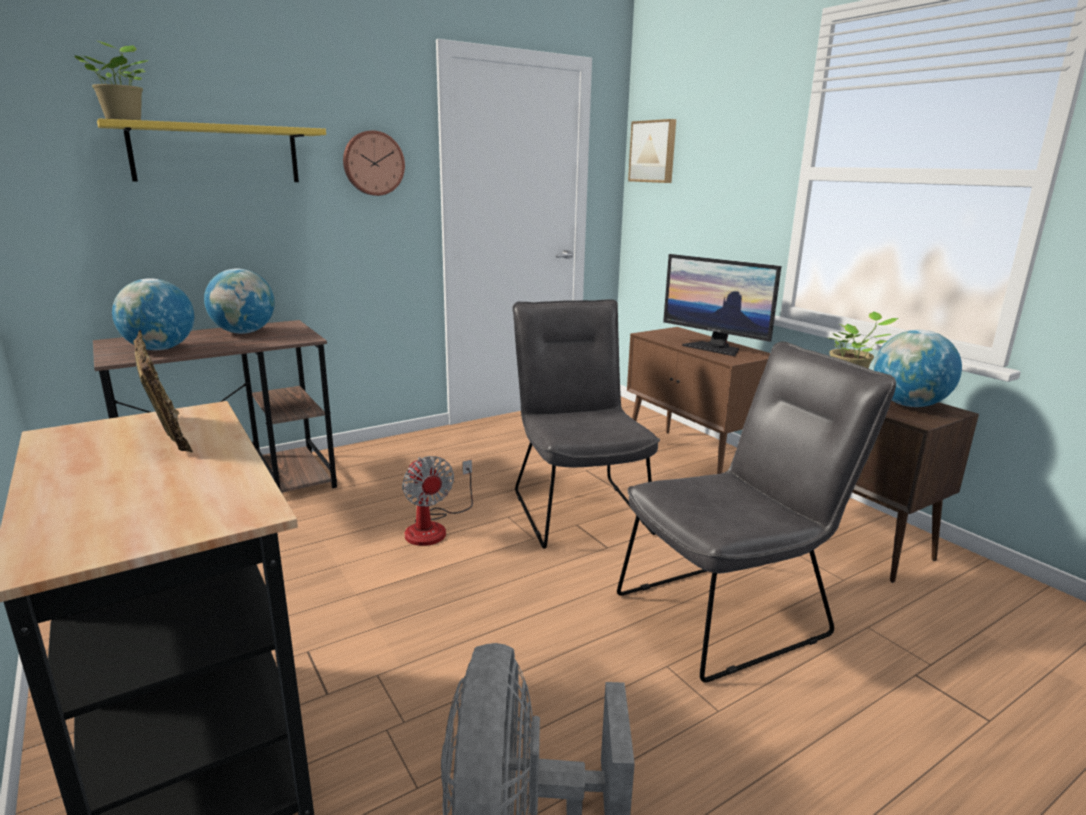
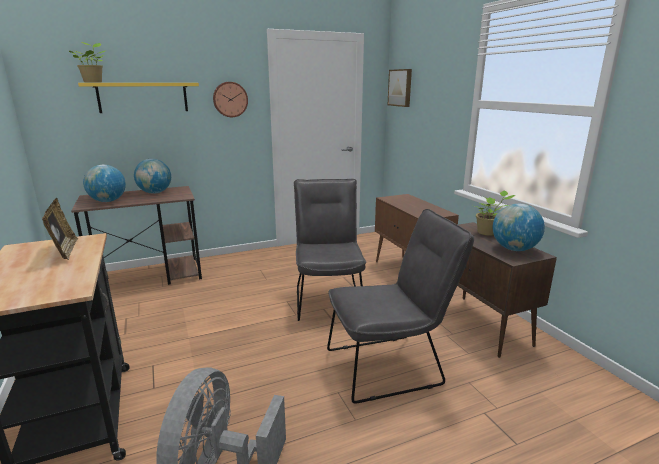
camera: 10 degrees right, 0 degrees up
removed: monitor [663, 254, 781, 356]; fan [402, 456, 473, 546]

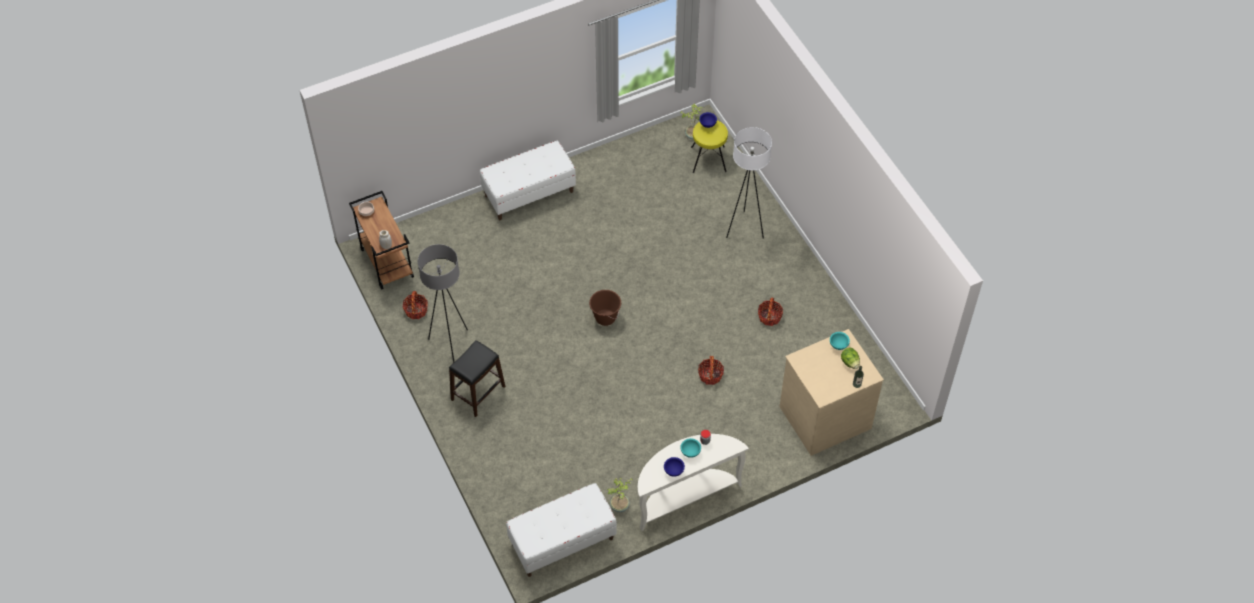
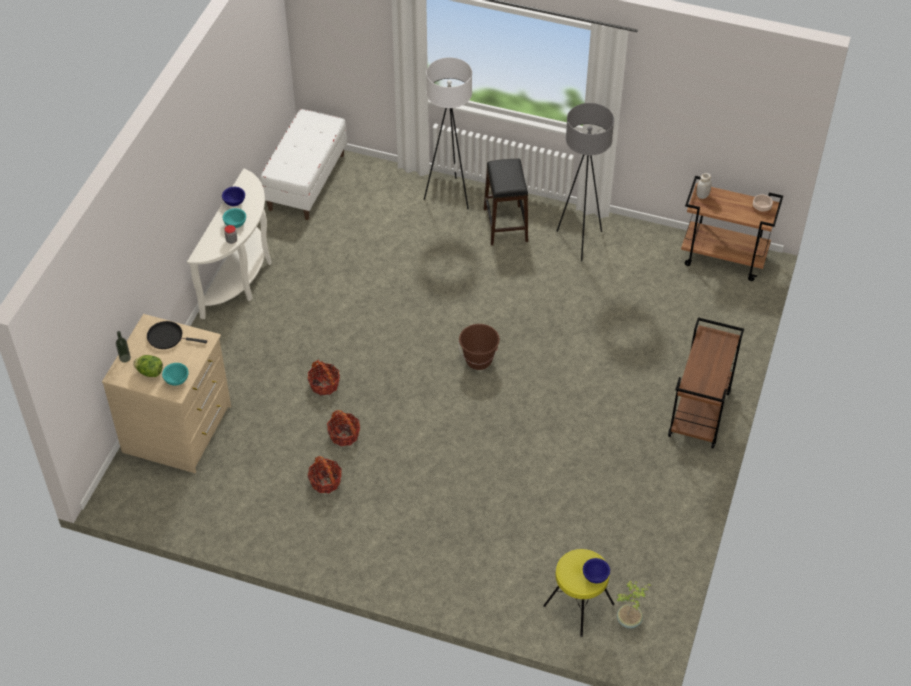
camera: 135 degrees right, 5 degrees down
removed: potted plant [607, 478, 633, 512]
added: frying pan/black [147, 321, 207, 349]
moved: floor lamp/white [726, 127, 772, 239] to [424, 57, 472, 209]; basket [403, 291, 428, 319] to [327, 410, 360, 446]
replaced: bench/white [480, 141, 576, 220] to cart/brown [668, 317, 744, 448]

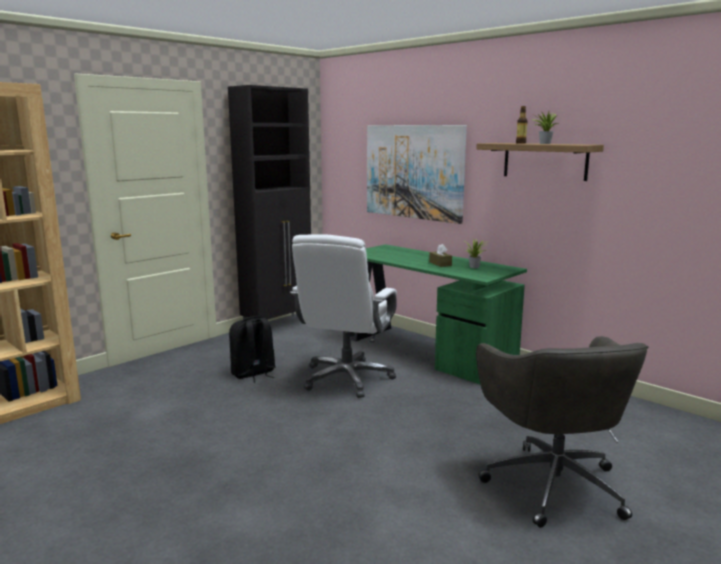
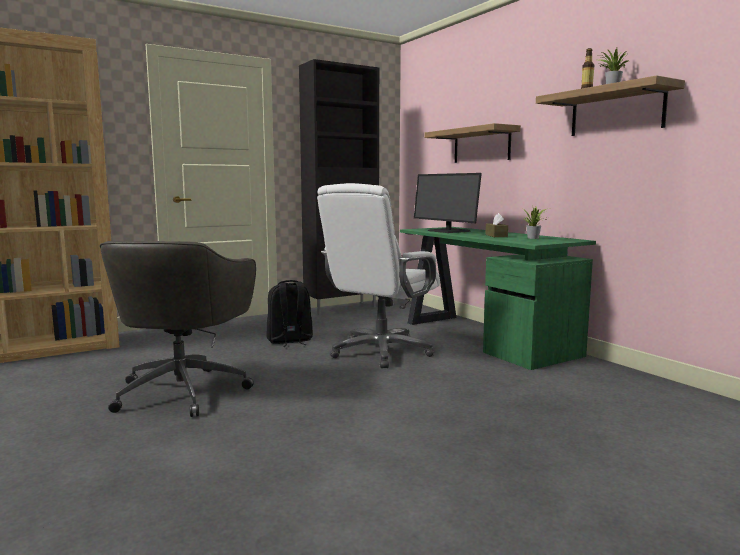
camera: 15 degrees right, 5 degrees down
added: monitor [414, 173, 482, 233]
moved: office chair/grey [476, 336, 649, 528] to [100, 241, 256, 417]
replaced: picture [367, 125, 467, 224] to shelf [424, 123, 521, 163]

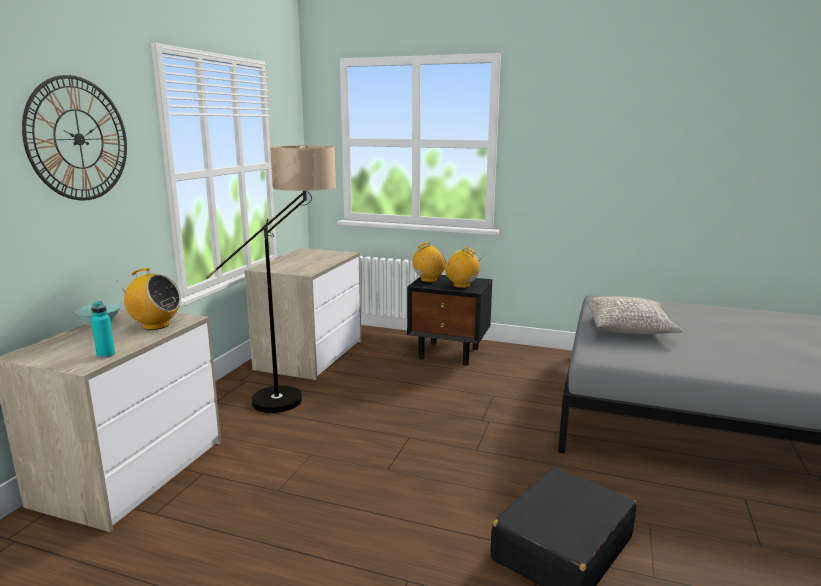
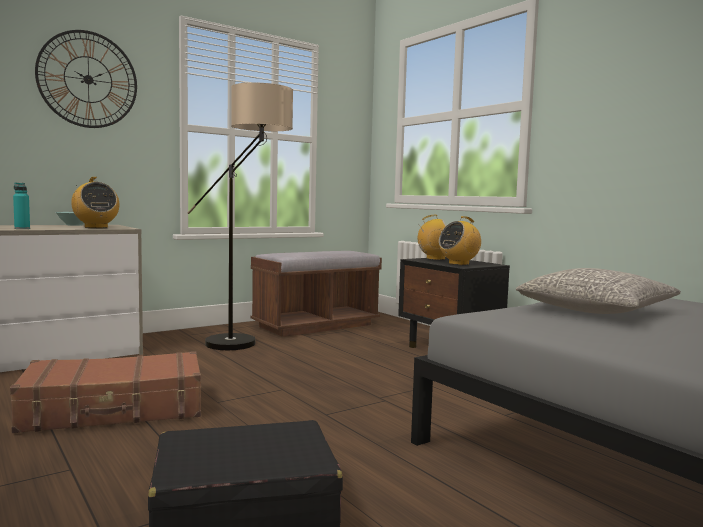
camera: 35 degrees right, 10 degrees down
added: suitcase/brown [10, 351, 201, 433]
replaced: dresser [244, 248, 361, 380] to bench/brown [250, 251, 382, 337]
turned: radio [445, 247, 484, 288] = [439, 216, 481, 265] 105 degrees counterclockwise

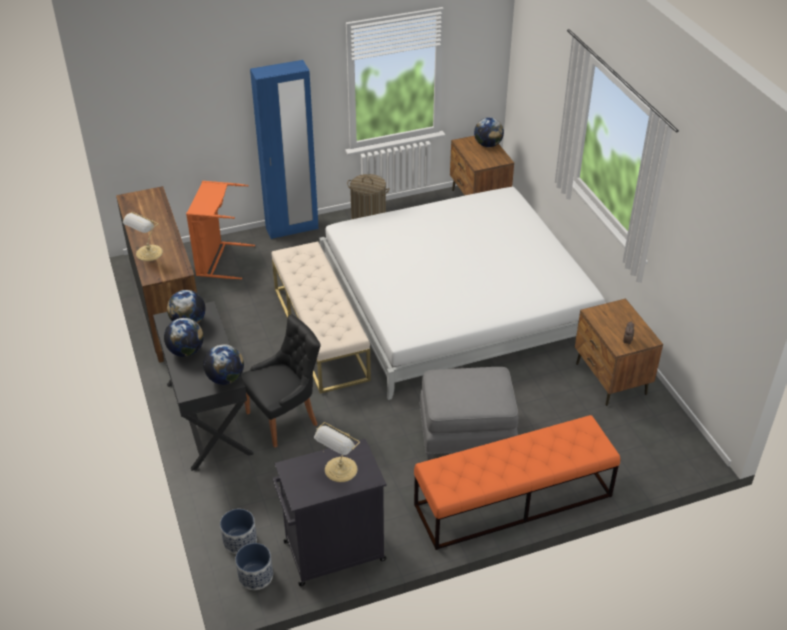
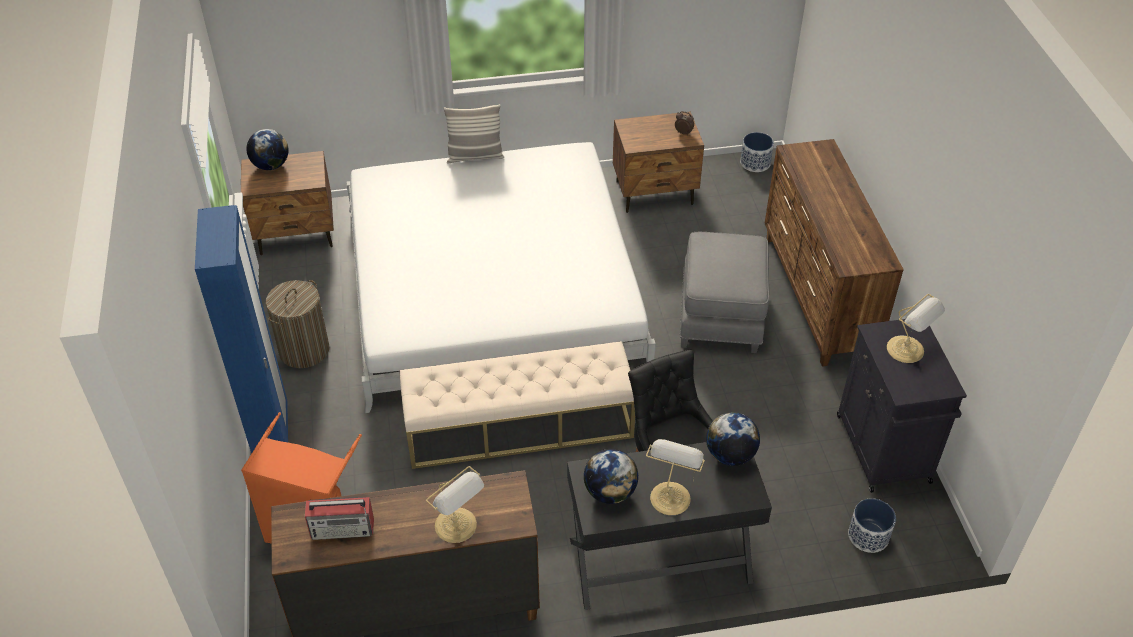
camera: 80 degrees left, 5 degrees up
added: pillow [443, 104, 504, 163]; radio [305, 497, 374, 540]
moved: planter [235, 543, 273, 590] to [740, 132, 774, 172]
replaced: globe [164, 318, 204, 357] to table lamp [646, 439, 705, 515]; bench/orange [414, 415, 620, 550] to dresser/brown [764, 139, 904, 367]

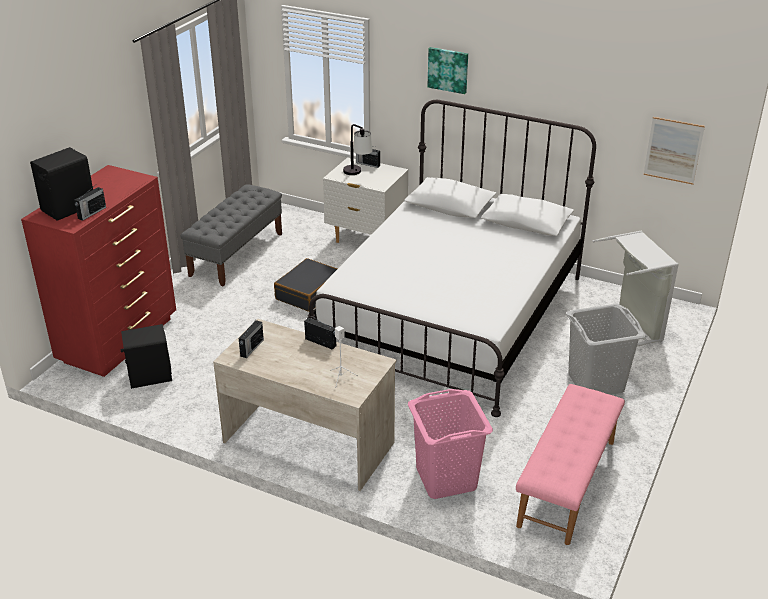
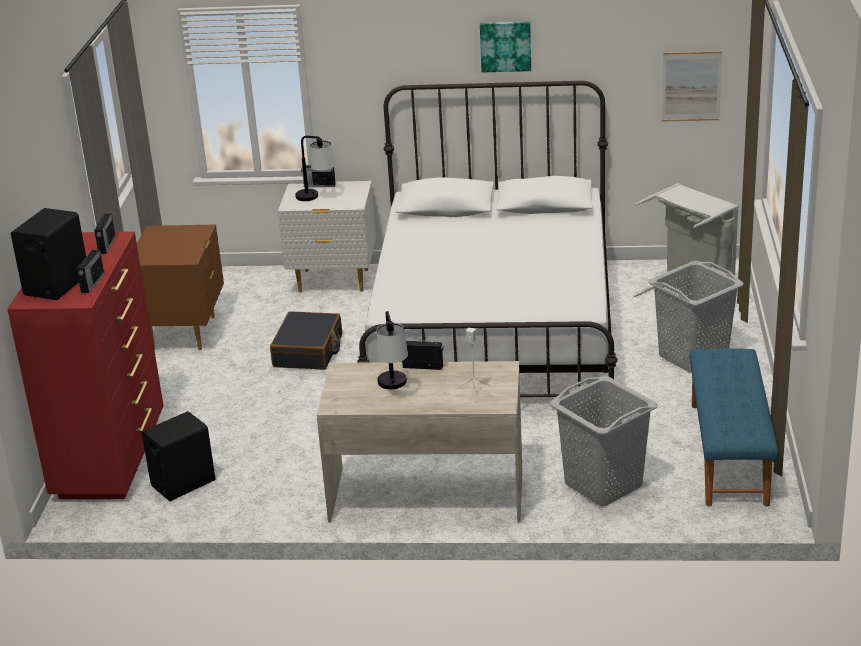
camera: 20 degrees left, 5 degrees down
added: table lamp [377, 311, 408, 389]
moved: picture [427, 47, 468, 94] to [480, 21, 531, 72]; radio [239, 318, 264, 358] to [94, 209, 116, 254]
replaced: bench/grey [180, 185, 282, 286] to nightstand/brown [137, 225, 224, 351]
recoloured: bench/pink [516, 384, 625, 545] to bench/blue [689, 348, 778, 506]; laundry basket/pink [408, 389, 493, 499] to laundry basket/grey [550, 376, 658, 506]

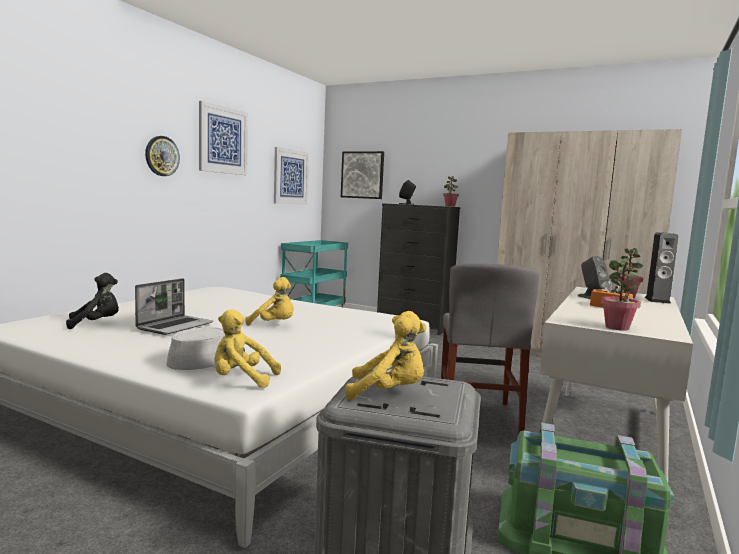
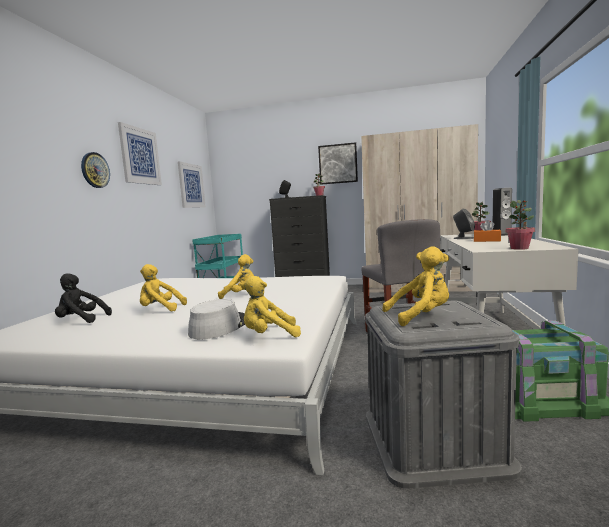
camera: 15 degrees left, 0 degrees up
moved: picture [341, 151, 384, 199] to [318, 142, 358, 185]
replaced: laptop [135, 278, 213, 335] to plush toy/yellow [140, 264, 187, 311]
turned: plush toy/black [66, 273, 119, 329] = [55, 273, 112, 323] 135 degrees counterclockwise

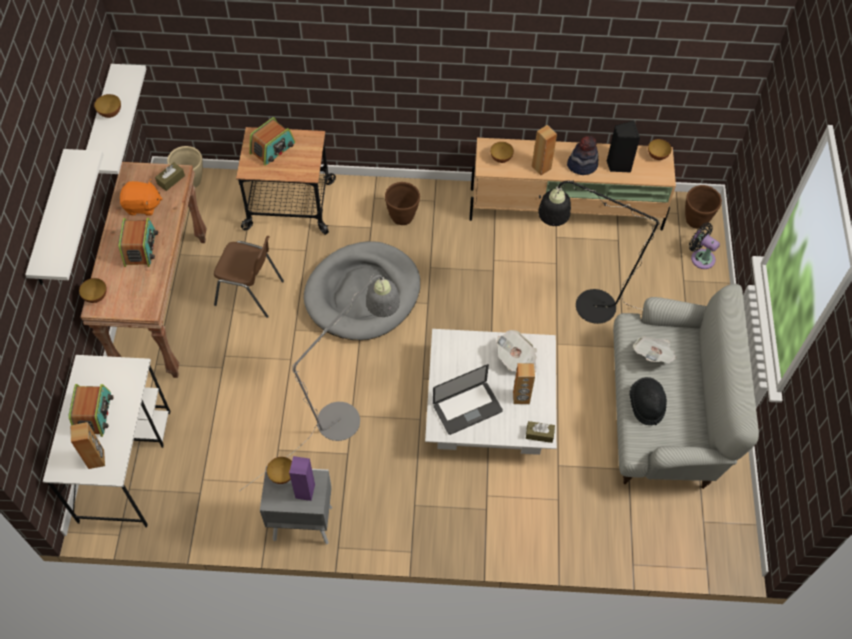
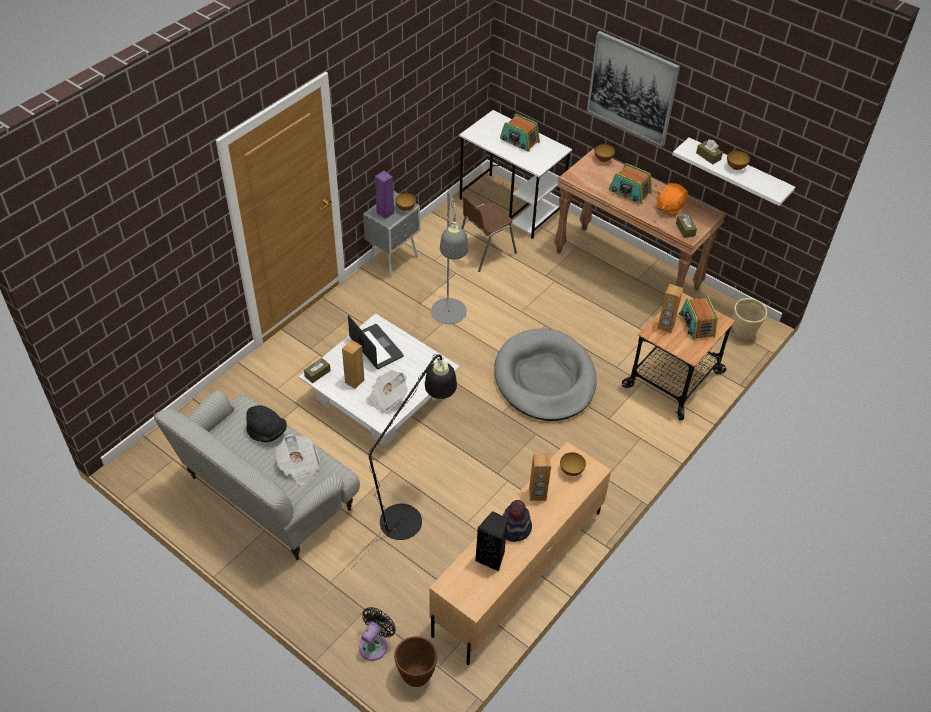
camera: 125 degrees right, 10 degrees down
removed: bowl [648, 139, 672, 160]; planter/brown [385, 182, 420, 225]
added: tissue box/brown [696, 140, 723, 164]
moved: chair/brown [214, 236, 284, 318] to [461, 196, 517, 272]; speaker/brown [70, 422, 105, 469] to [657, 284, 683, 333]
replaced: shelf/white [25, 149, 104, 285] to picture [587, 31, 680, 147]
turned: fan/black [689, 223, 720, 269] = [359, 607, 396, 661] 45 degrees counterclockwise; laptop [433, 364, 503, 435] = [348, 315, 404, 369] 135 degrees clockwise

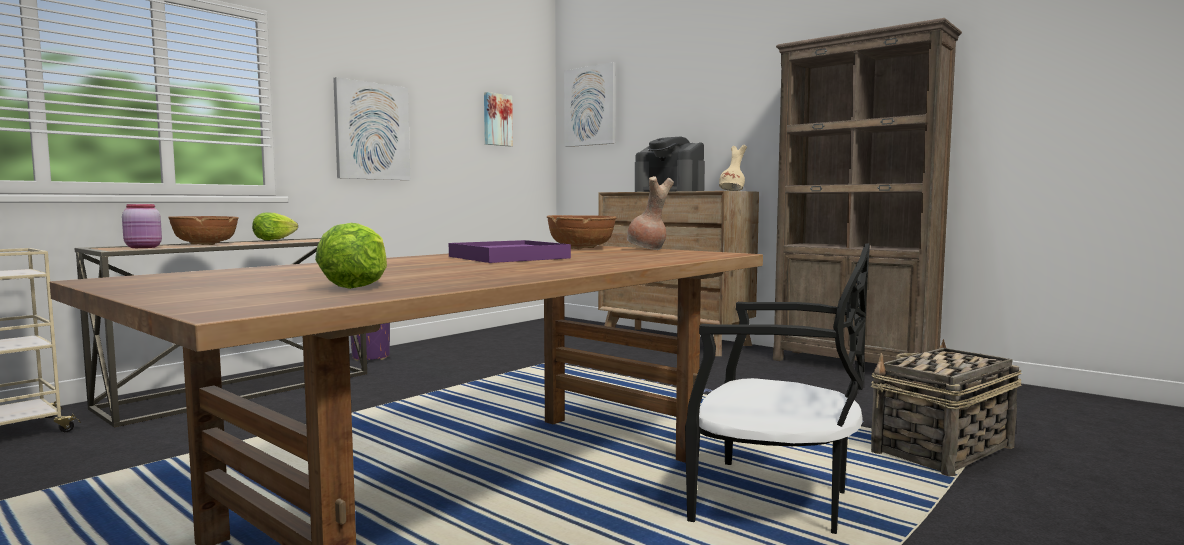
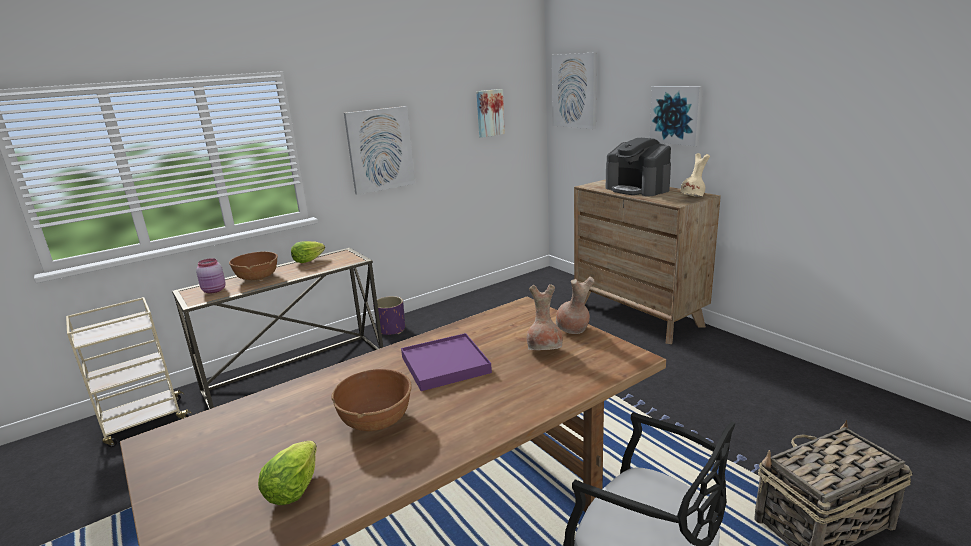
camera: 15 degrees right, 15 degrees up
removed: bookcase/brown [773, 18, 962, 364]
added: picture [650, 86, 703, 146]; vase/brown [527, 284, 563, 350]
moved: bowl/brown [547, 215, 617, 249] to [331, 369, 412, 431]

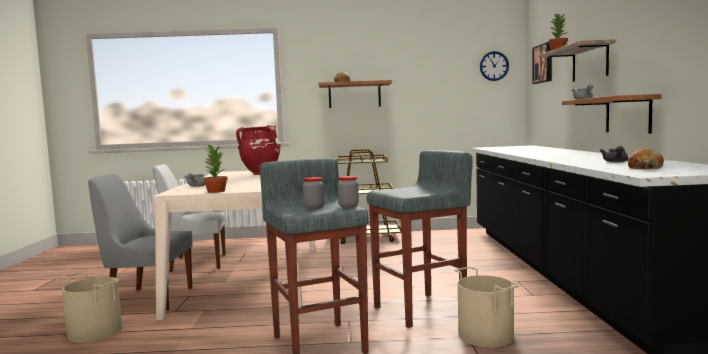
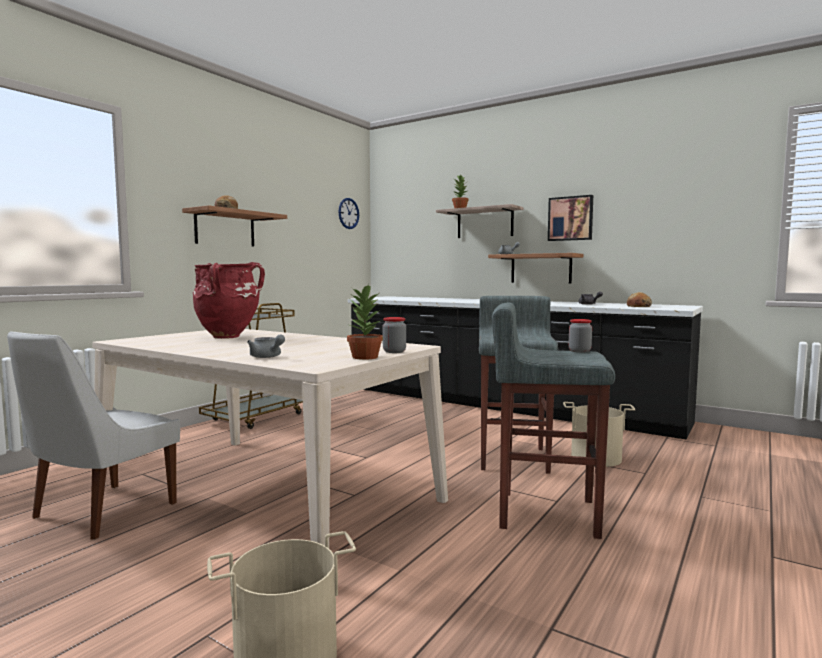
camera: 55 degrees left, 0 degrees up
removed: chair/grey [88, 174, 192, 311]
moved: picture [532, 42, 552, 84] to [548, 195, 593, 241]; jar [303, 177, 324, 209] to [383, 317, 406, 353]

